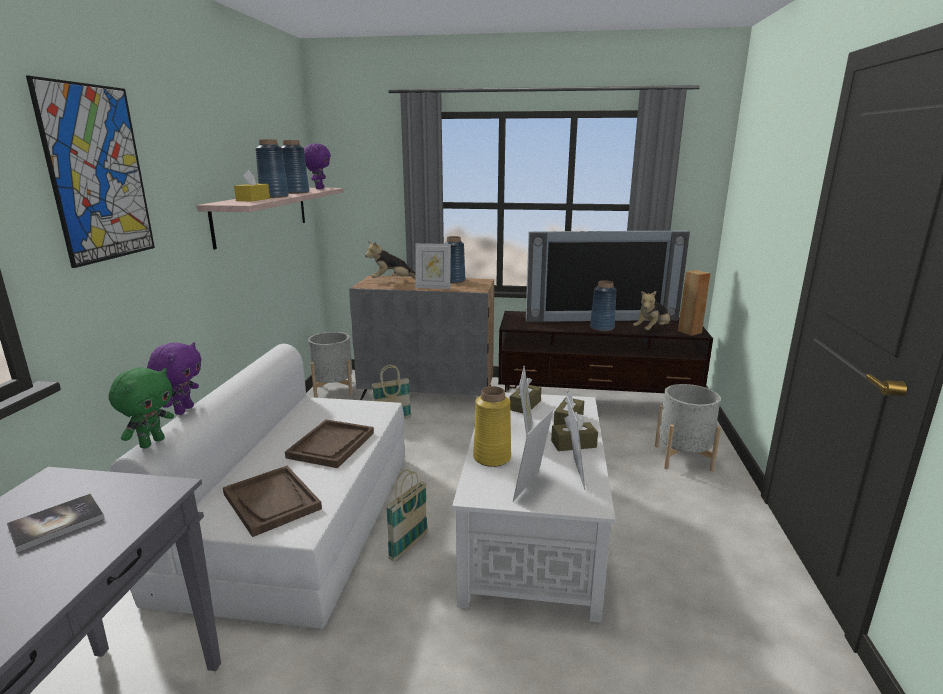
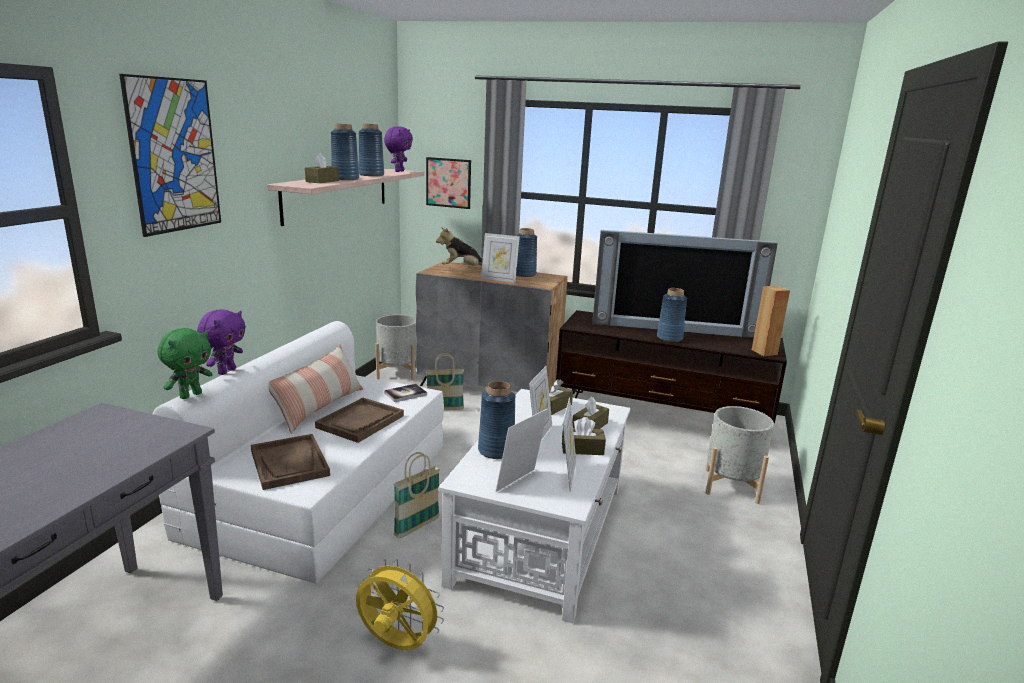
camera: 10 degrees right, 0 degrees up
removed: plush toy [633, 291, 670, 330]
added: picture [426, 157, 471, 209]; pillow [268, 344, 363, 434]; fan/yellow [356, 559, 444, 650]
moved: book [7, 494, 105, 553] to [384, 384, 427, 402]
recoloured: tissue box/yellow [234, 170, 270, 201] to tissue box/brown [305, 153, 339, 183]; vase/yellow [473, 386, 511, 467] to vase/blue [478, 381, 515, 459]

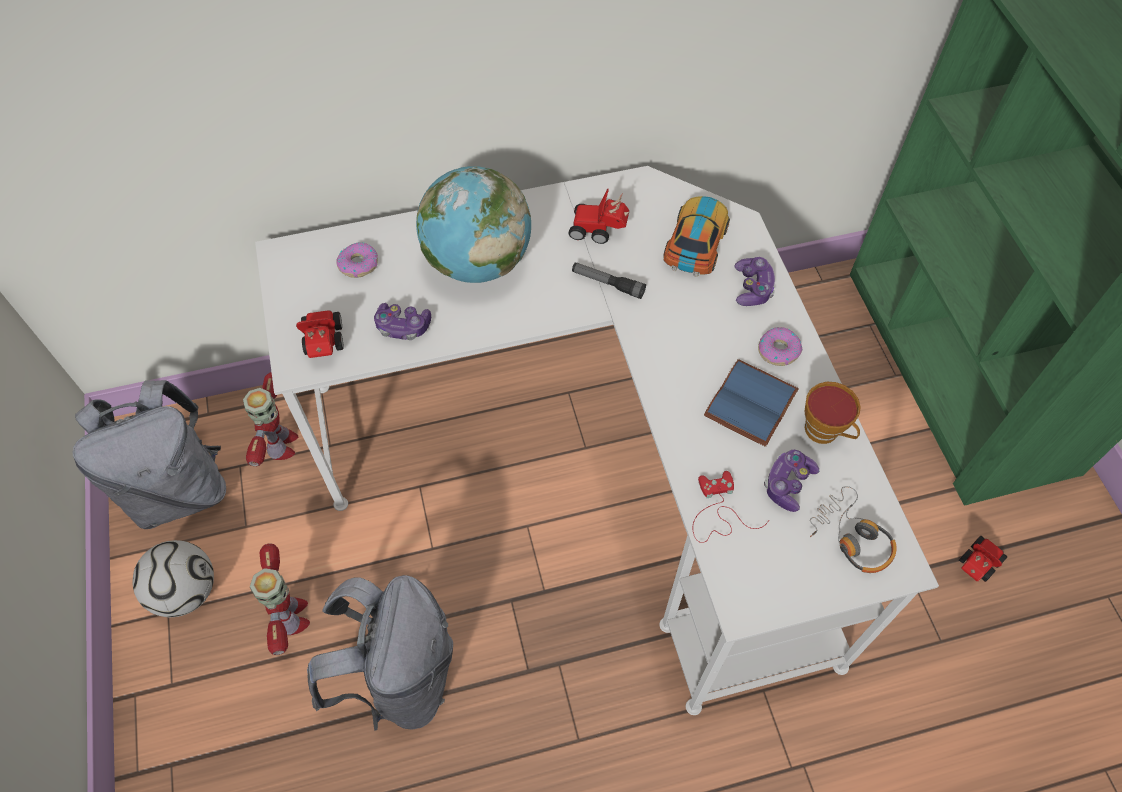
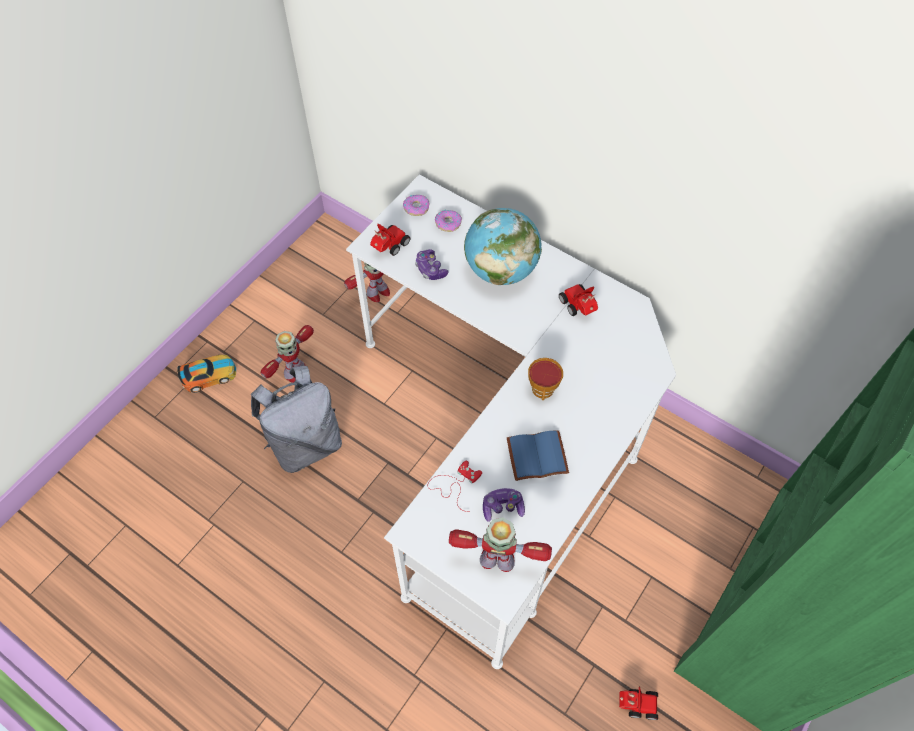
camera: 50 degrees right, 0 degrees up
removed: game controller [734, 257, 775, 306]; flashlight [572, 262, 646, 299]; backpack/grey [73, 380, 226, 529]; football [133, 540, 214, 617]
moved: toy car [663, 196, 730, 277] to [177, 355, 236, 393]; donut [758, 327, 803, 366] to [403, 195, 429, 216]; cup [805, 382, 861, 444] to [528, 358, 563, 400]
replaced: headphones [810, 486, 897, 573] to toy robot [449, 518, 552, 572]

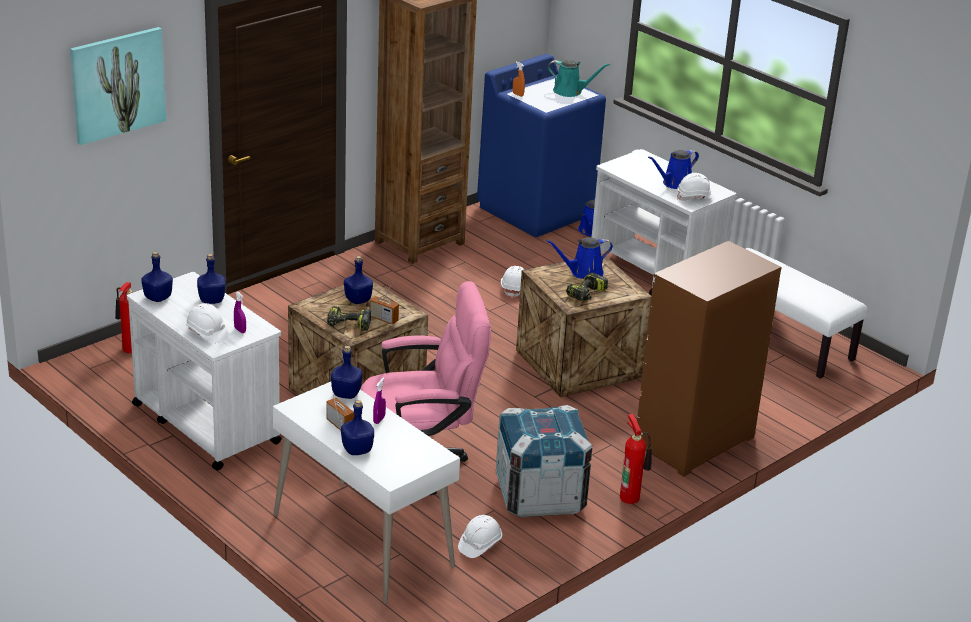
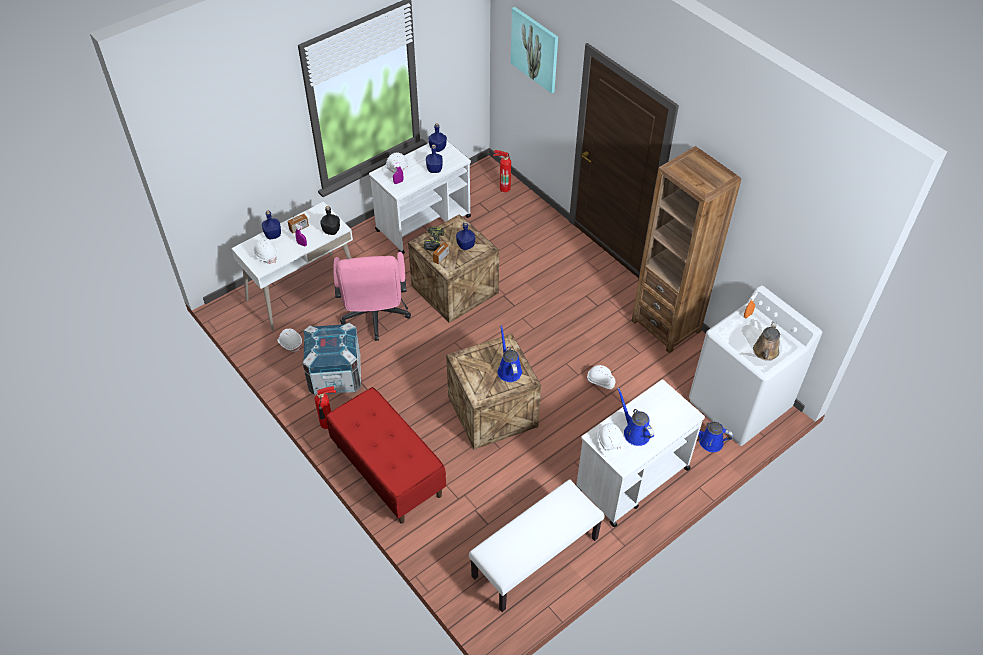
camera: 95 degrees right, 20 degrees up
removed: power drill [566, 272, 608, 301]
added: hard hat/white [252, 239, 278, 264]
replaced: dresser/brown [637, 241, 782, 477] to bench/red [326, 387, 446, 524]
recoloured: washing machine/blue [477, 54, 606, 237] to washing machine/white [689, 285, 822, 446]; watering can/turquoise [548, 60, 610, 97] to watering can/brown [753, 321, 780, 361]; bottle/blue [331, 346, 363, 399] to bottle/black [320, 206, 340, 235]

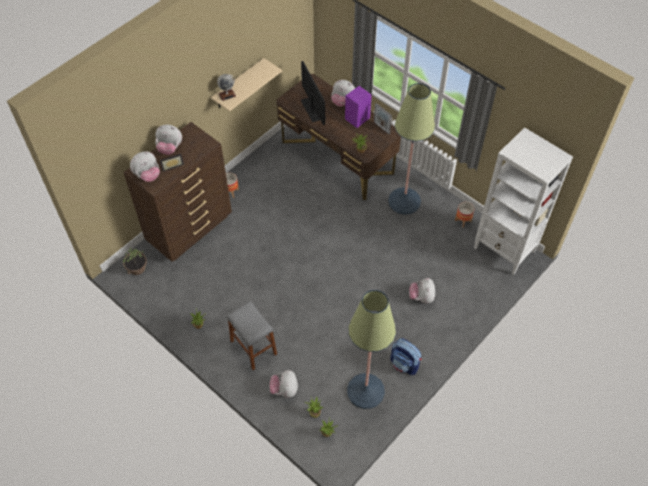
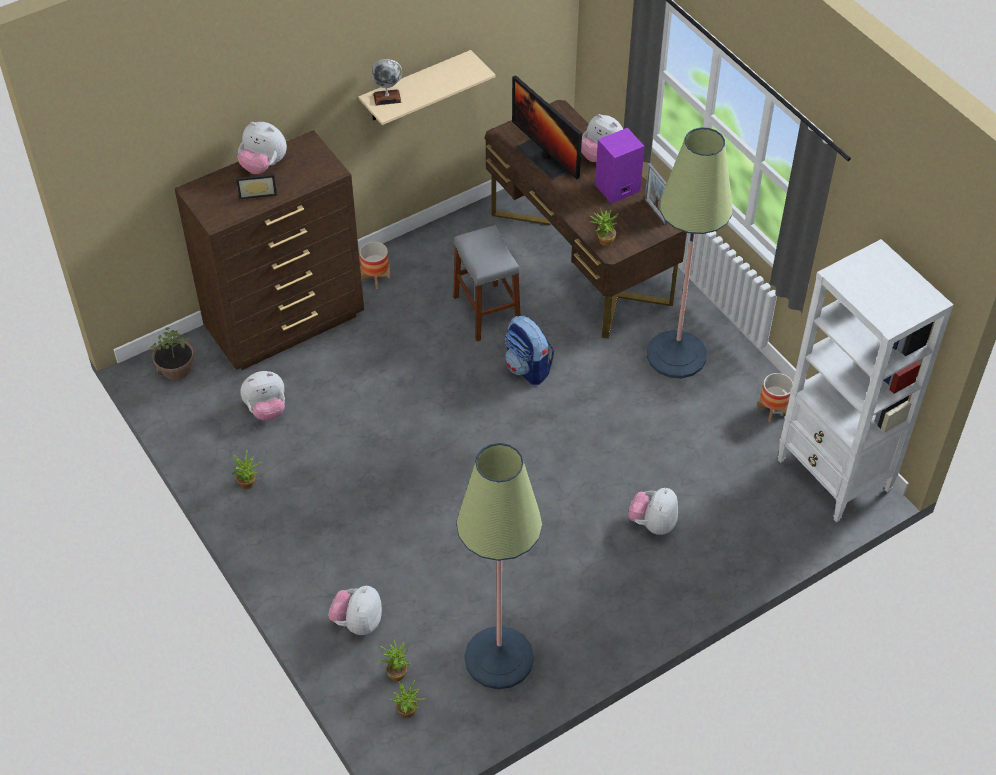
camera: 15 degrees right, 5 degrees down
moved: plush toy [130, 151, 160, 182] to [240, 371, 285, 421]; stool/grey [227, 301, 277, 370] to [453, 225, 521, 341]; backpack [390, 338, 421, 375] to [505, 316, 554, 385]
turned: monitor [301, 61, 326, 125] = [512, 75, 582, 180] 150 degrees clockwise

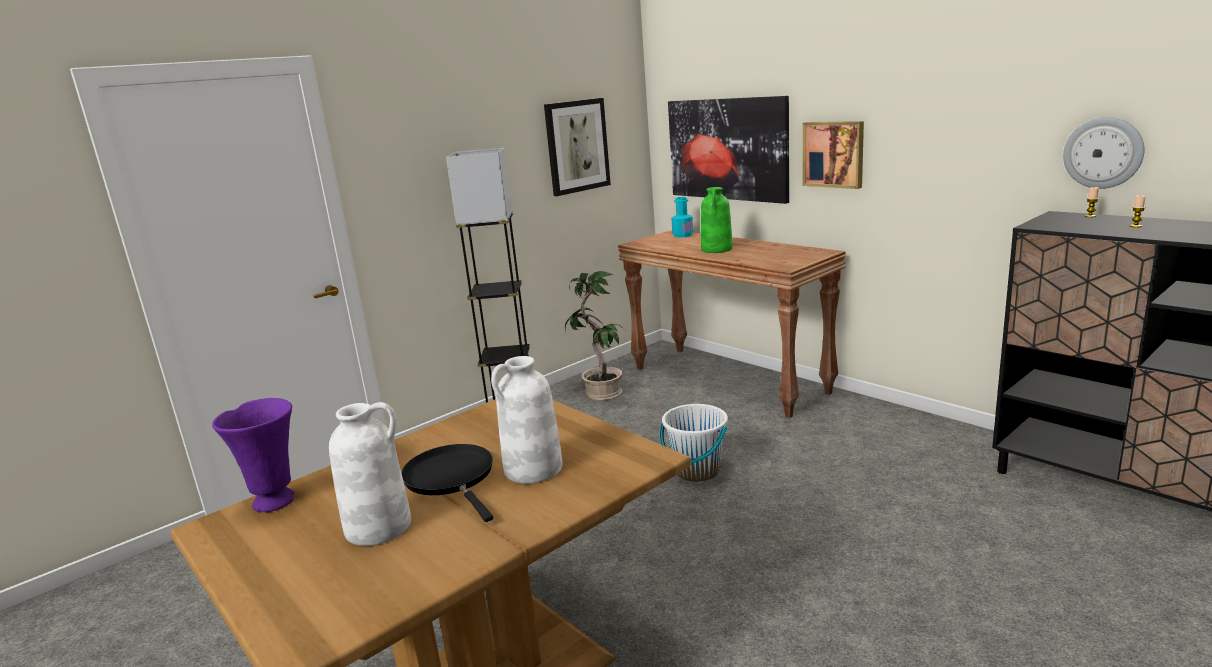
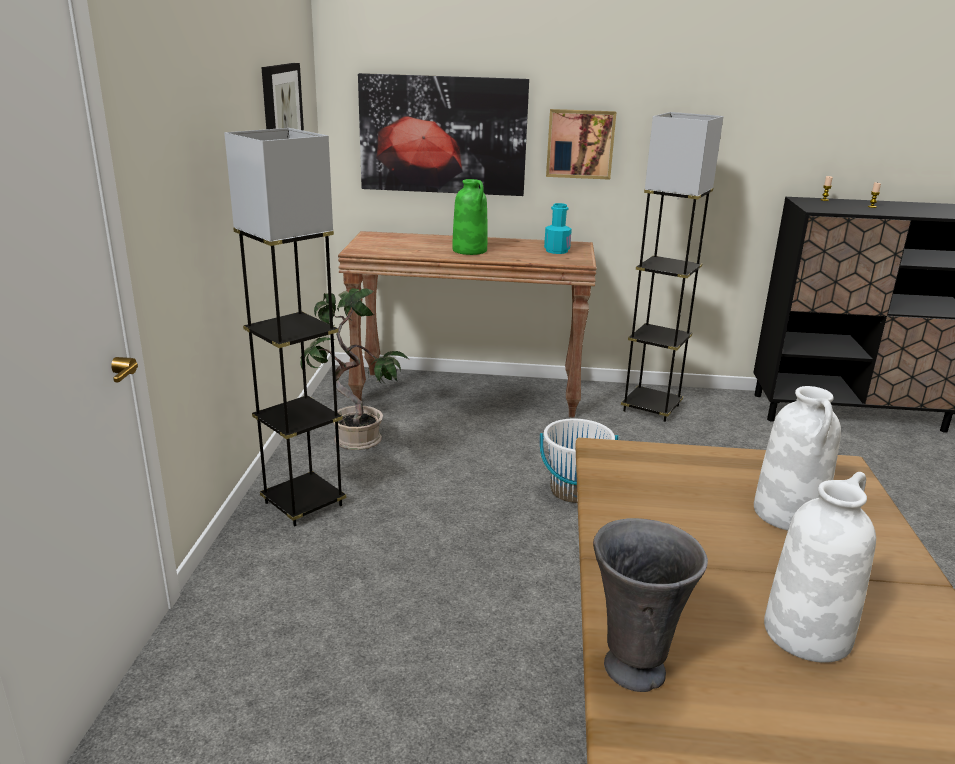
camera: 45 degrees left, 5 degrees up
removed: wall clock [1063, 117, 1144, 189]; frying pan/black [401, 444, 493, 522]
added: floor lamp/grey [621, 112, 724, 422]
moved: bottle/turquoise [671, 197, 693, 238] to [544, 203, 572, 254]
recoloured: vase/purple [212, 398, 294, 512] to vase/grey [593, 518, 708, 692]

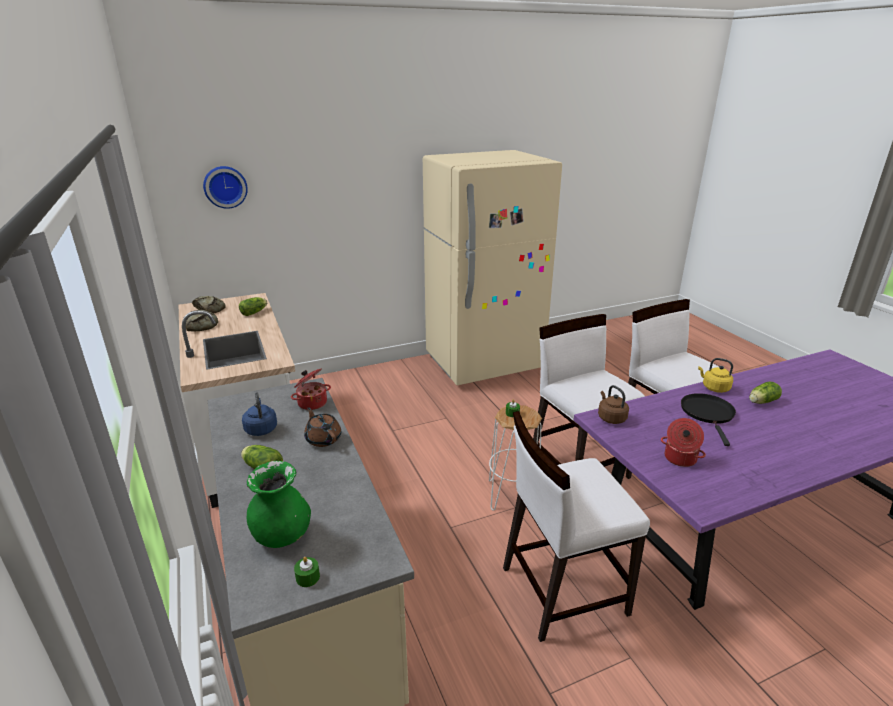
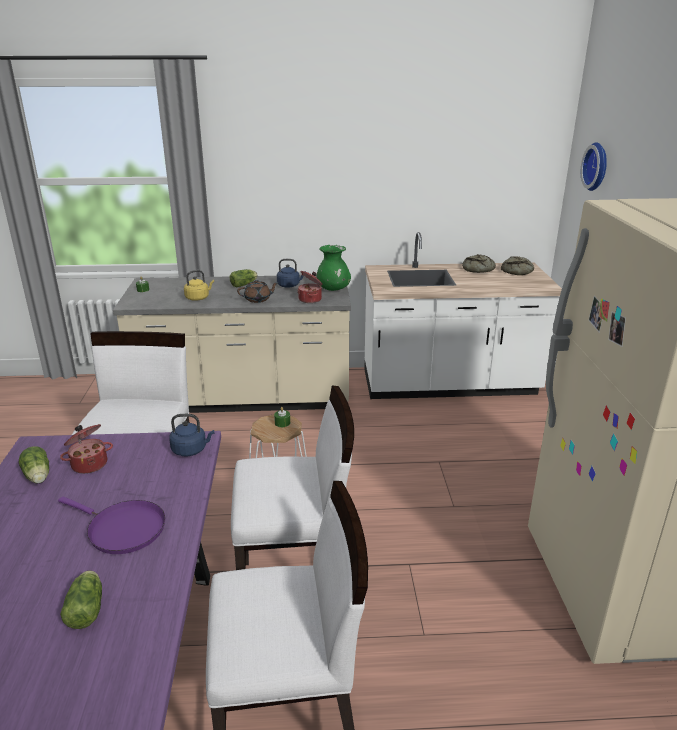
camera: 110 degrees right, 0 degrees up
moved: lettuce [239, 297, 267, 316] to [19, 446, 49, 483]; kettle/yellow [698, 358, 733, 393] to [184, 270, 214, 301]; vase/green [247, 461, 311, 548] to [316, 245, 351, 291]
recoloured: kettle/brown [598, 385, 629, 424] to kettle/blue [169, 414, 215, 456]; frying pan/black [681, 393, 736, 446] to frying pan/purple [58, 497, 165, 554]

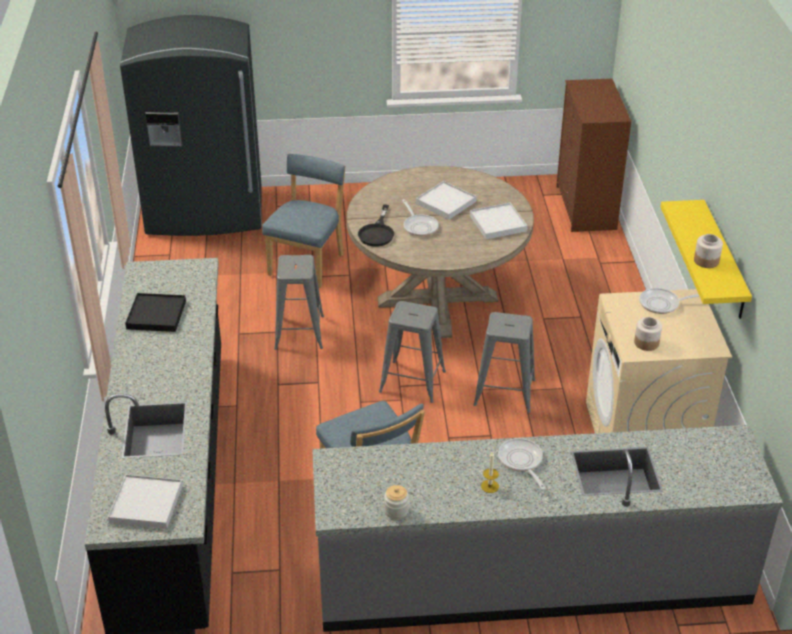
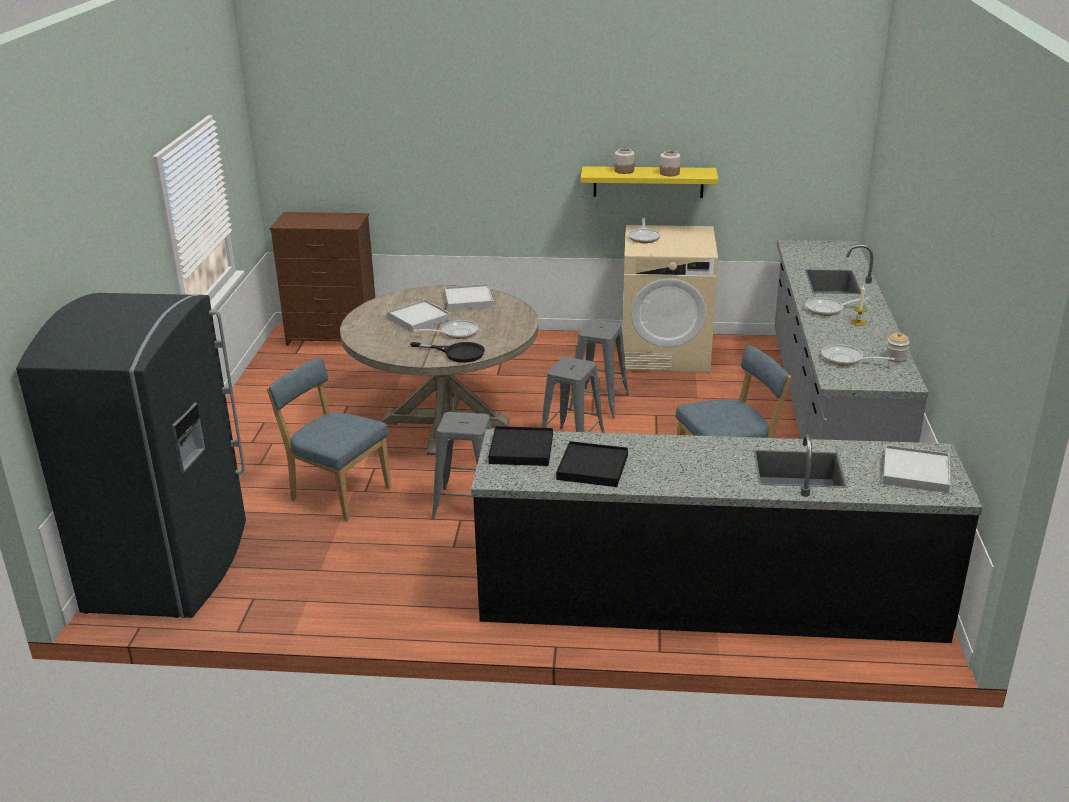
camera: 80 degrees left, 10 degrees down
added: frying pan [821, 344, 895, 366]; tray/black [488, 426, 553, 466]
moved: jar [634, 317, 662, 351] to [614, 148, 635, 174]

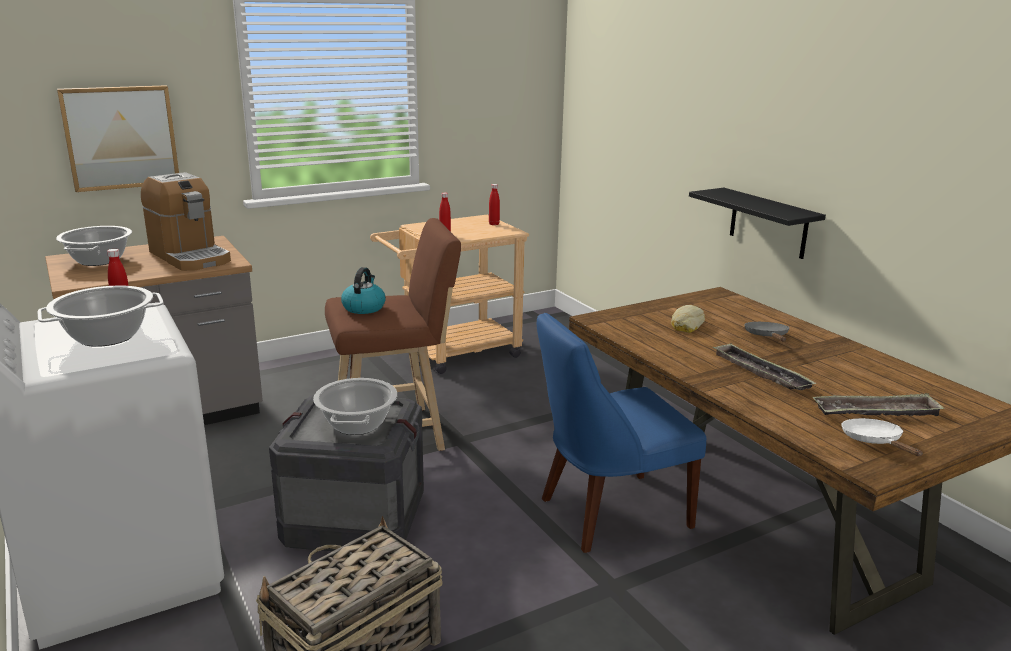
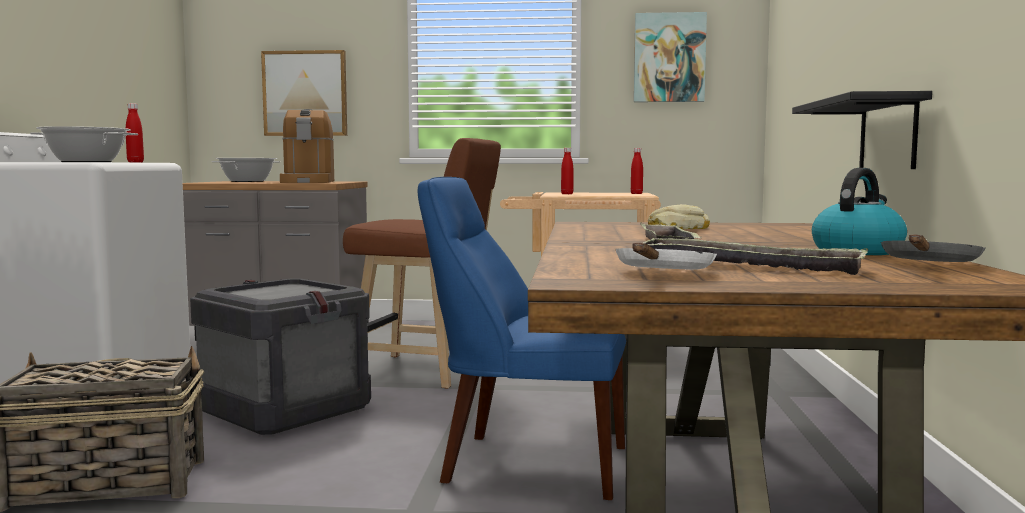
camera: 35 degrees right, 15 degrees down
removed: cooking pot [313, 378, 397, 435]
added: picture [634, 12, 707, 102]
moved: kettle [341, 267, 386, 314] to [812, 168, 907, 255]; frying pan/grey [744, 322, 789, 341] to [881, 235, 986, 262]

